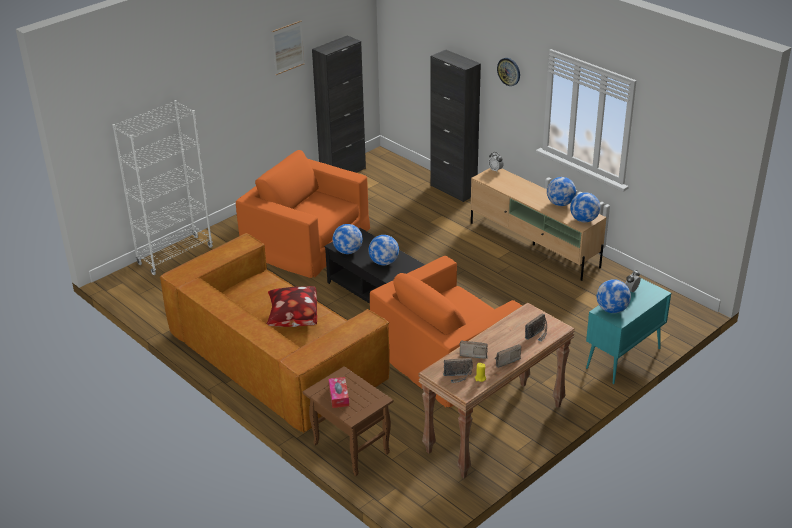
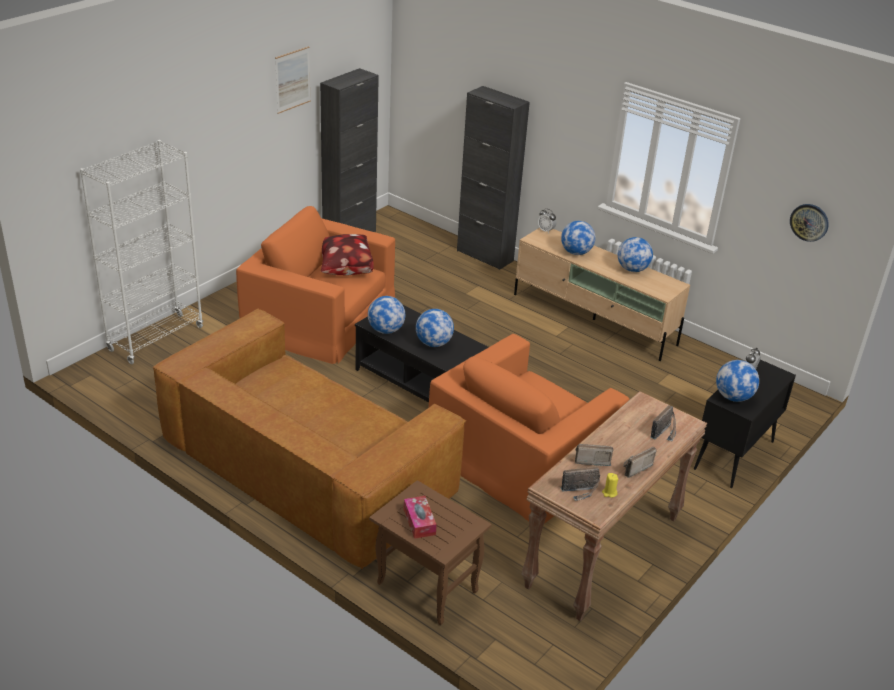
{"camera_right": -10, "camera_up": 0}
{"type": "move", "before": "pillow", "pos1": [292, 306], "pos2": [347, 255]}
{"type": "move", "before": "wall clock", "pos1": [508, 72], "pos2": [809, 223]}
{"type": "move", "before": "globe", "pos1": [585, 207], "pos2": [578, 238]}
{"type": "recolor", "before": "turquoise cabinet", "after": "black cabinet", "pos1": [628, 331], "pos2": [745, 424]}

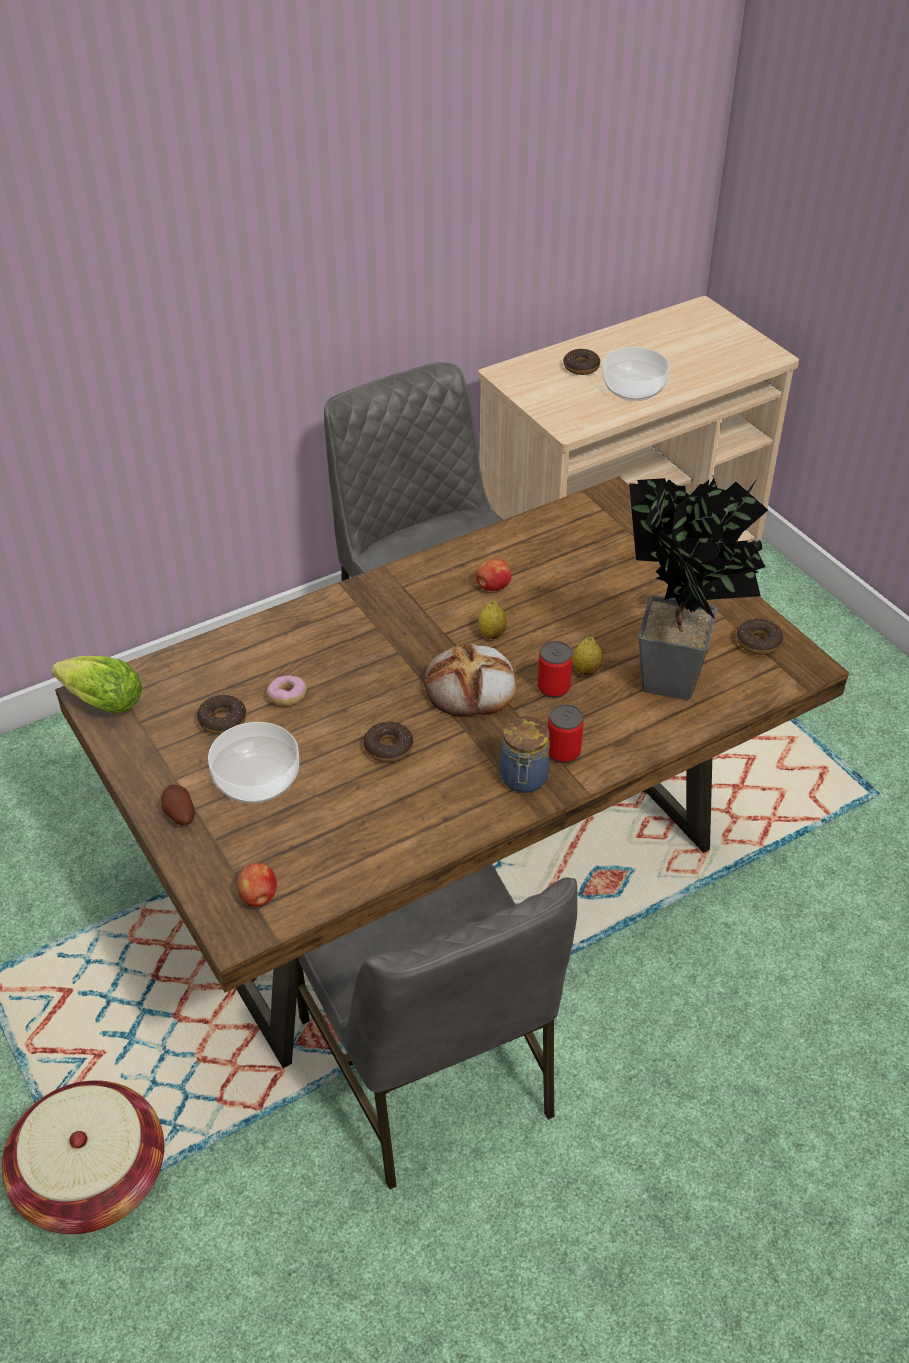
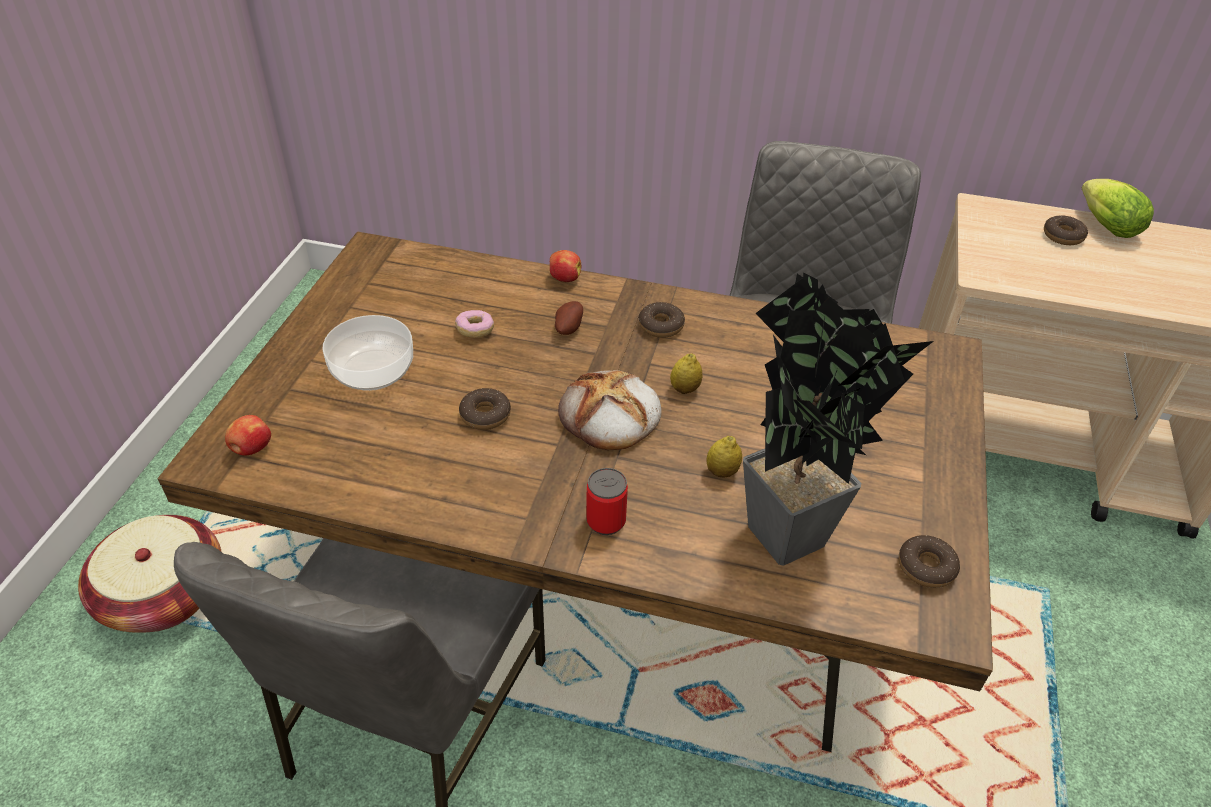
{"camera_right": 45, "camera_up": 0}
{"type": "delete", "before": "jar", "pos1": [525, 755]}
{"type": "delete", "before": "can", "pos1": [555, 669]}
{"type": "delete", "before": "bowl", "pos1": [636, 374]}
{"type": "move", "before": "lettuce", "pos1": [97, 684], "pos2": [1118, 208]}
{"type": "move", "before": "potato", "pos1": [178, 805], "pos2": [569, 318]}
{"type": "move", "before": "donut", "pos1": [221, 715], "pos2": [661, 320]}
{"type": "move", "before": "apple", "pos1": [494, 575], "pos2": [565, 266]}

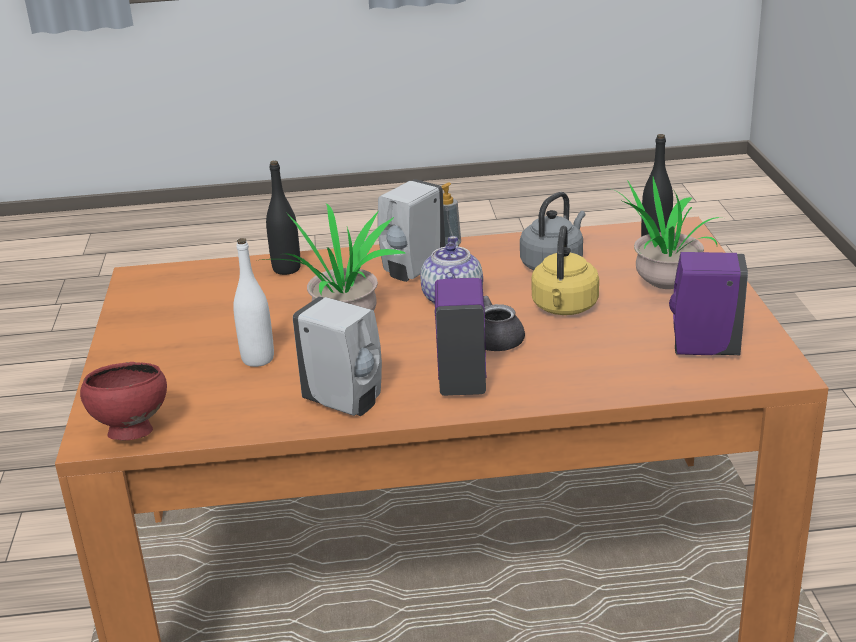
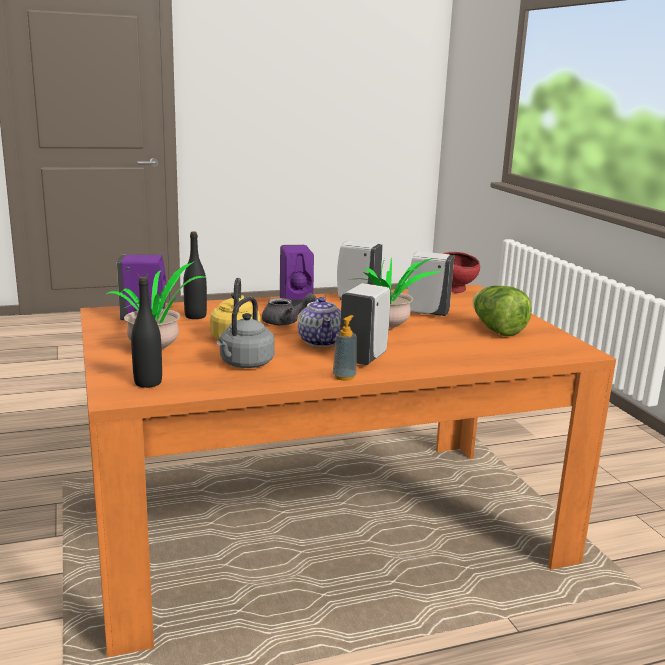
{"camera_right": 165, "camera_up": -10}
{"type": "insert", "after": "lettuce", "pos2": [502, 311]}
{"type": "move", "before": "black bottle", "pos1": [283, 217], "pos2": [195, 275]}
{"type": "replace", "before": "white bottle", "after": "white soap dispenser", "pos1": [253, 302], "pos2": [430, 283]}

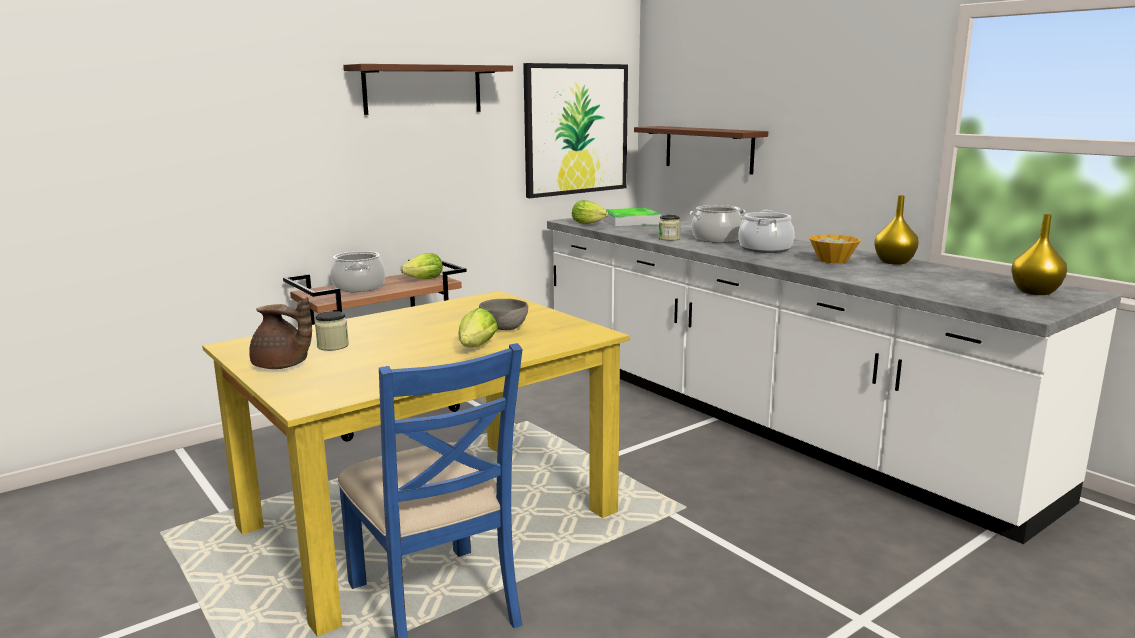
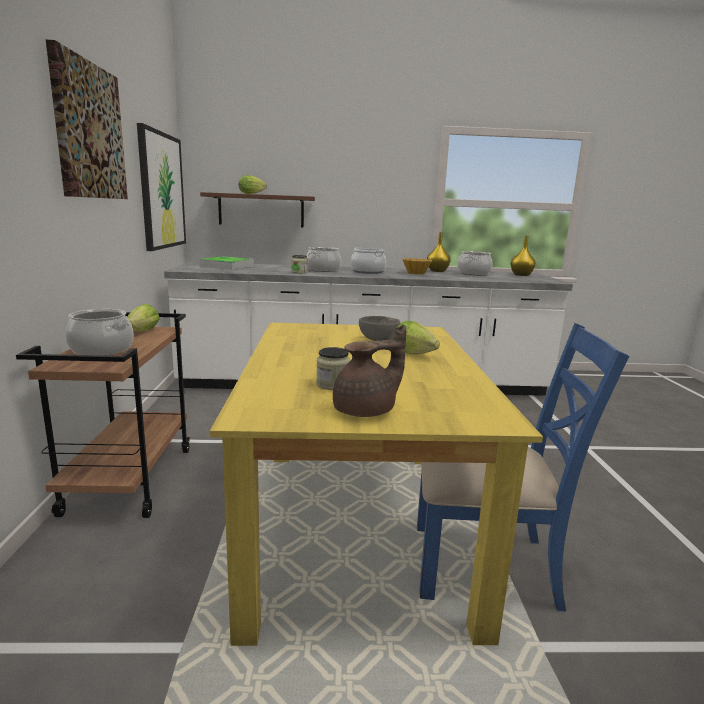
{"camera_right": -55, "camera_up": 0}
{"type": "insert", "after": "cooking pot", "pos2": [474, 263]}
{"type": "move", "before": "lettuce", "pos1": [590, 212], "pos2": [253, 184]}
{"type": "replace", "before": "brown shelf", "after": "picture", "pos1": [428, 89], "pos2": [87, 119]}

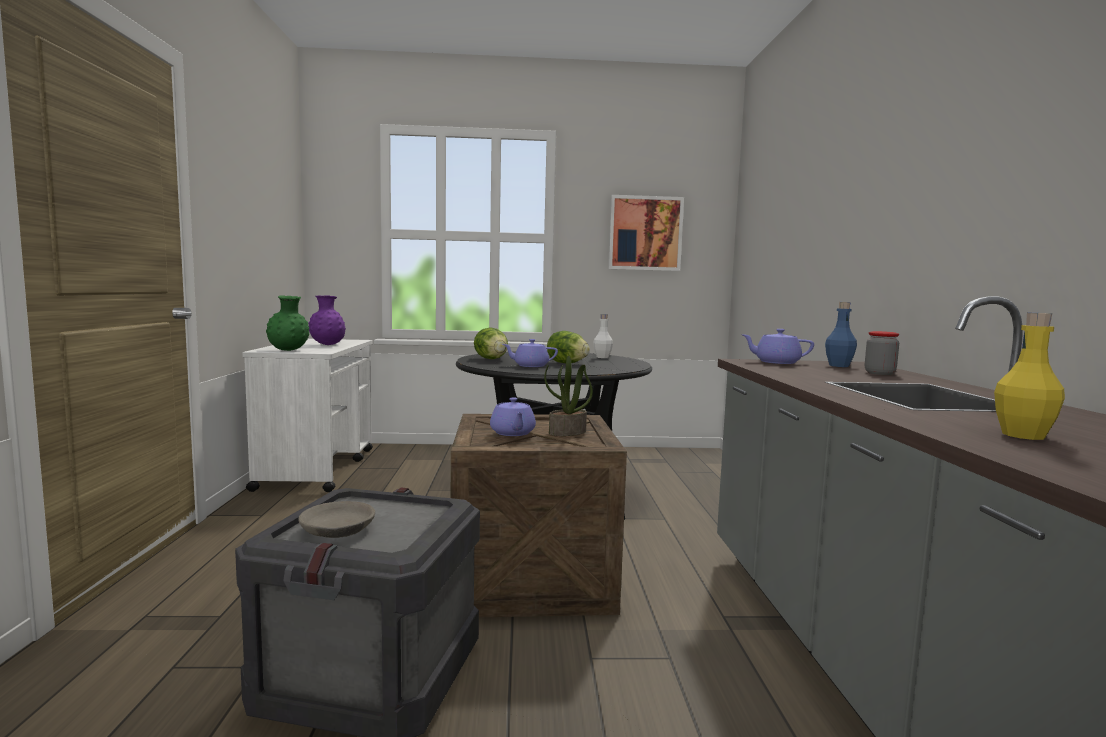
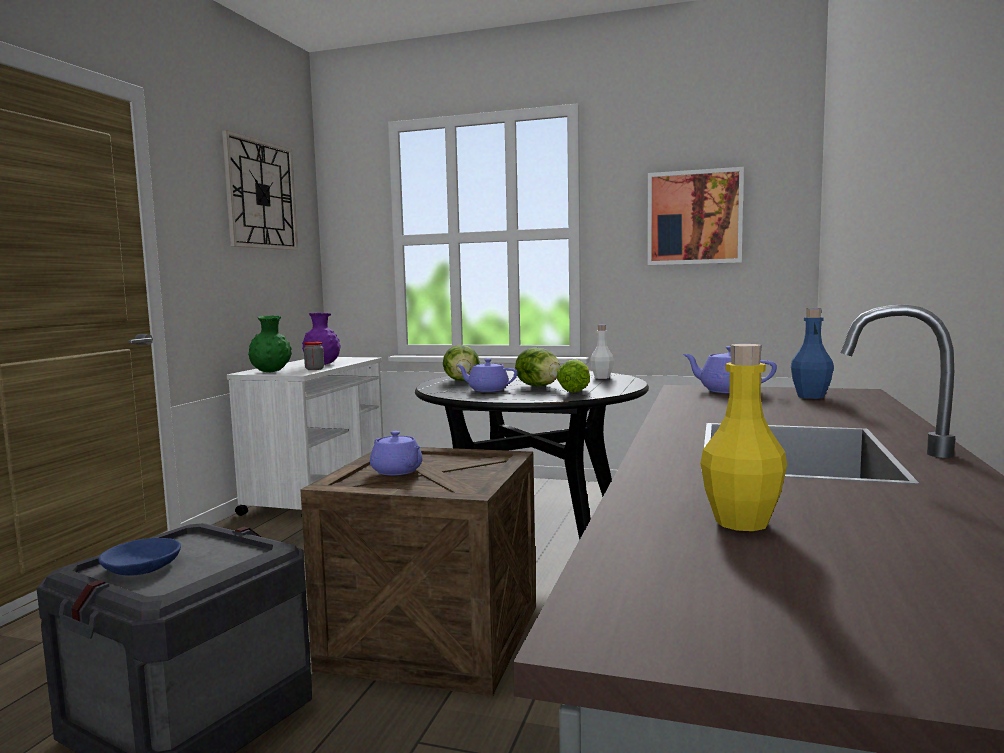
{"camera_right": 20, "camera_up": 0}
{"type": "delete", "before": "potted plant", "pos1": [568, 396]}
{"type": "insert", "after": "wall clock", "pos2": [260, 190]}
{"type": "insert", "after": "lettuce", "pos2": [573, 376]}
{"type": "move", "before": "jar", "pos1": [882, 353], "pos2": [314, 355]}
{"type": "recolor", "before": "grey bowl", "after": "blue bowl", "pos1": [336, 519], "pos2": [139, 557]}
{"type": "rotate", "before": "purple teapot", "pos1": [513, 416], "pos2": [396, 453], "turn": -45}

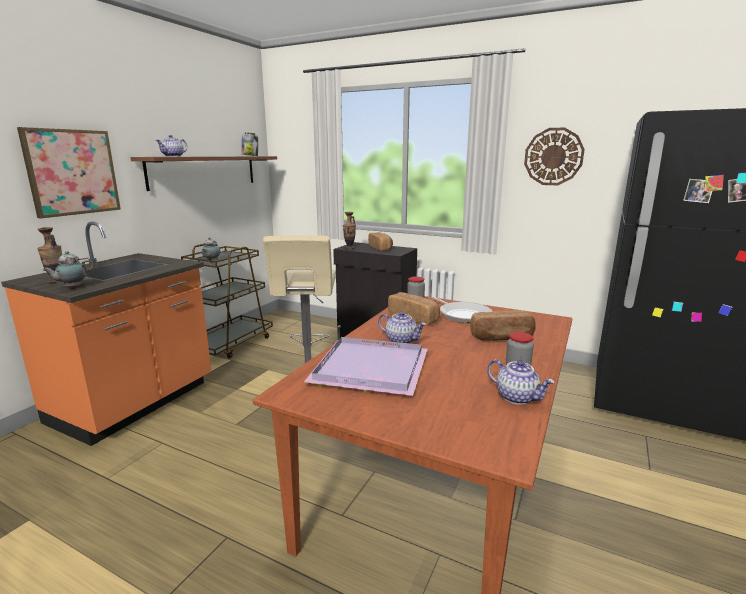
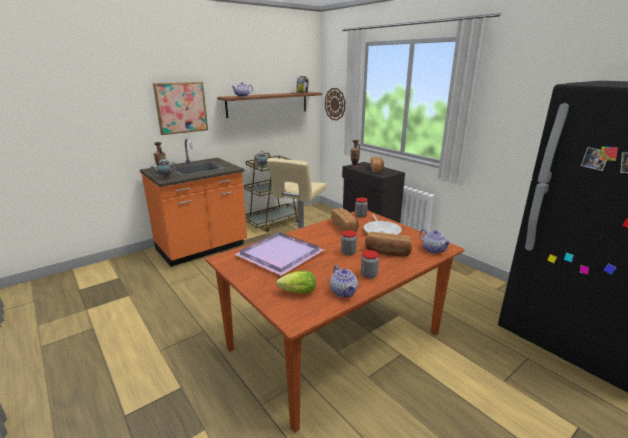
{"camera_right": 25, "camera_up": 5}
{"type": "insert", "after": "lettuce", "pos2": [296, 282]}
{"type": "insert", "after": "jar", "pos2": [349, 243]}
{"type": "move", "before": "teapot", "pos1": [402, 328], "pos2": [435, 241]}
{"type": "move", "before": "wall clock", "pos1": [554, 156], "pos2": [335, 104]}

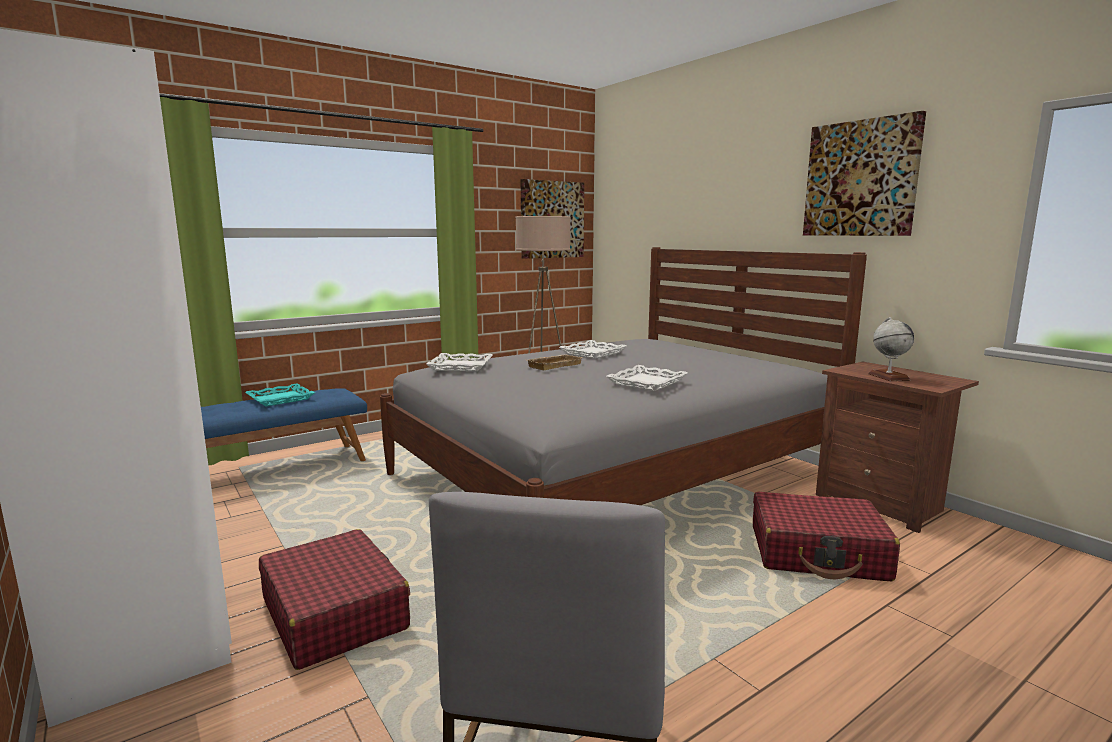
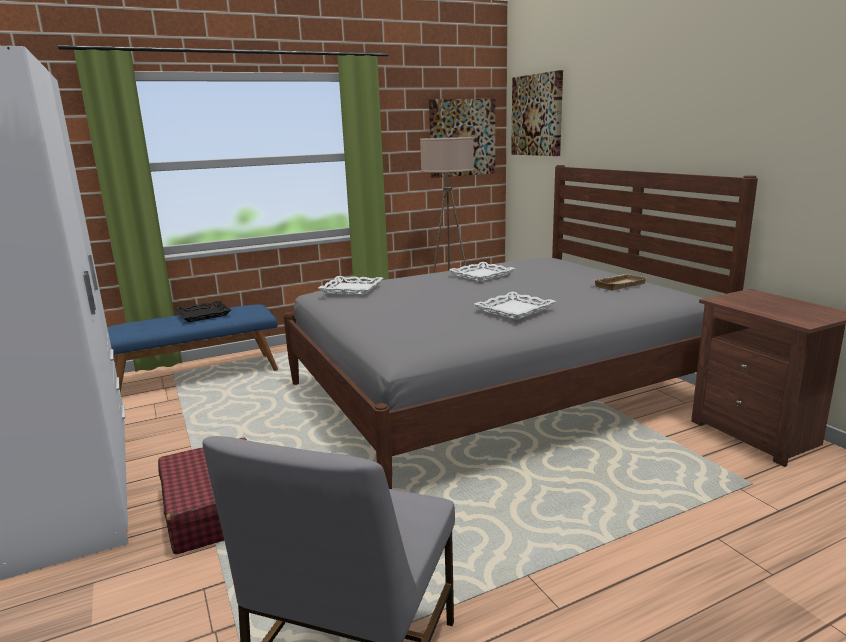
{"camera_right": 10, "camera_up": 5}
{"type": "delete", "before": "red suitcase", "pos1": [826, 536]}
{"type": "delete", "before": "globe", "pos1": [891, 349]}
{"type": "move", "before": "beige tray", "pos1": [555, 362], "pos2": [621, 282]}
{"type": "move", "before": "picture", "pos1": [864, 173], "pos2": [537, 113]}
{"type": "recolor", "before": "turquoise tray", "after": "black tray", "pos1": [280, 395], "pos2": [202, 311]}

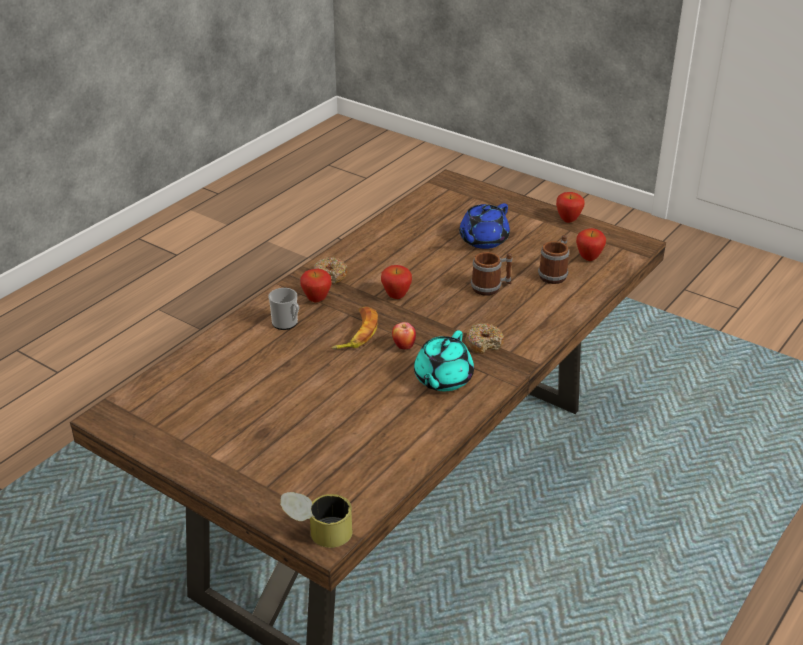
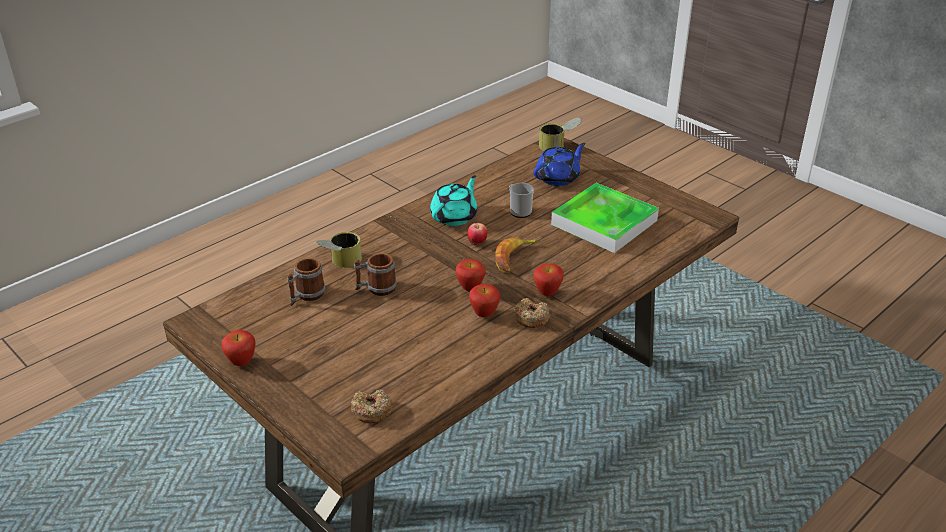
{"camera_right": -170, "camera_up": 0}
{"type": "insert", "after": "can", "pos2": [339, 250]}
{"type": "insert", "after": "tray", "pos2": [605, 218]}
{"type": "move", "before": "mug", "pos1": [283, 309], "pos2": [521, 200]}
{"type": "move", "before": "blue teapot", "pos1": [484, 226], "pos2": [559, 164]}
{"type": "move", "before": "donut", "pos1": [484, 338], "pos2": [371, 406]}
{"type": "move", "before": "apple", "pos1": [591, 244], "pos2": [484, 301]}

